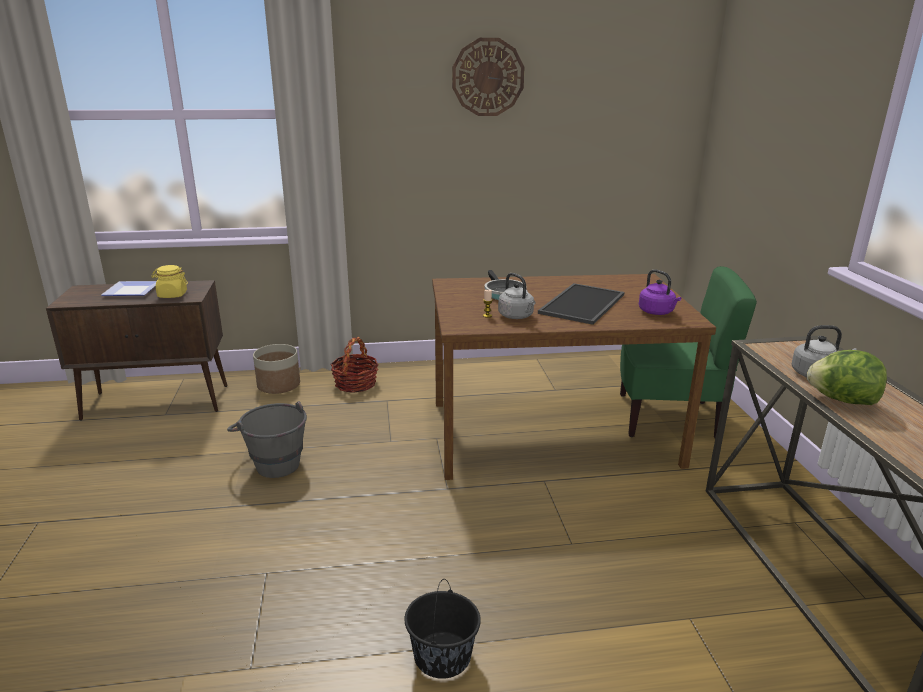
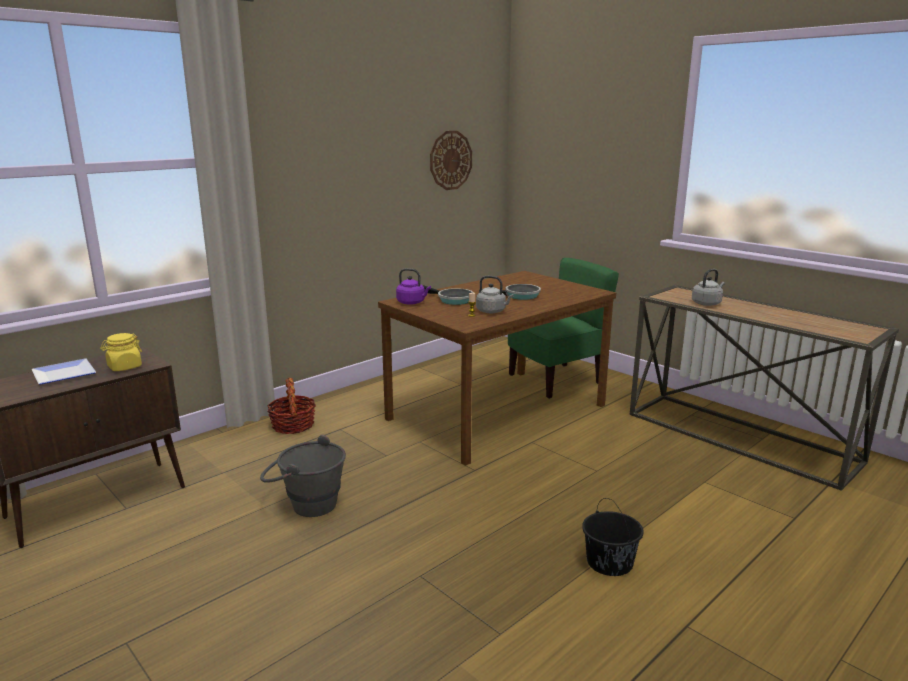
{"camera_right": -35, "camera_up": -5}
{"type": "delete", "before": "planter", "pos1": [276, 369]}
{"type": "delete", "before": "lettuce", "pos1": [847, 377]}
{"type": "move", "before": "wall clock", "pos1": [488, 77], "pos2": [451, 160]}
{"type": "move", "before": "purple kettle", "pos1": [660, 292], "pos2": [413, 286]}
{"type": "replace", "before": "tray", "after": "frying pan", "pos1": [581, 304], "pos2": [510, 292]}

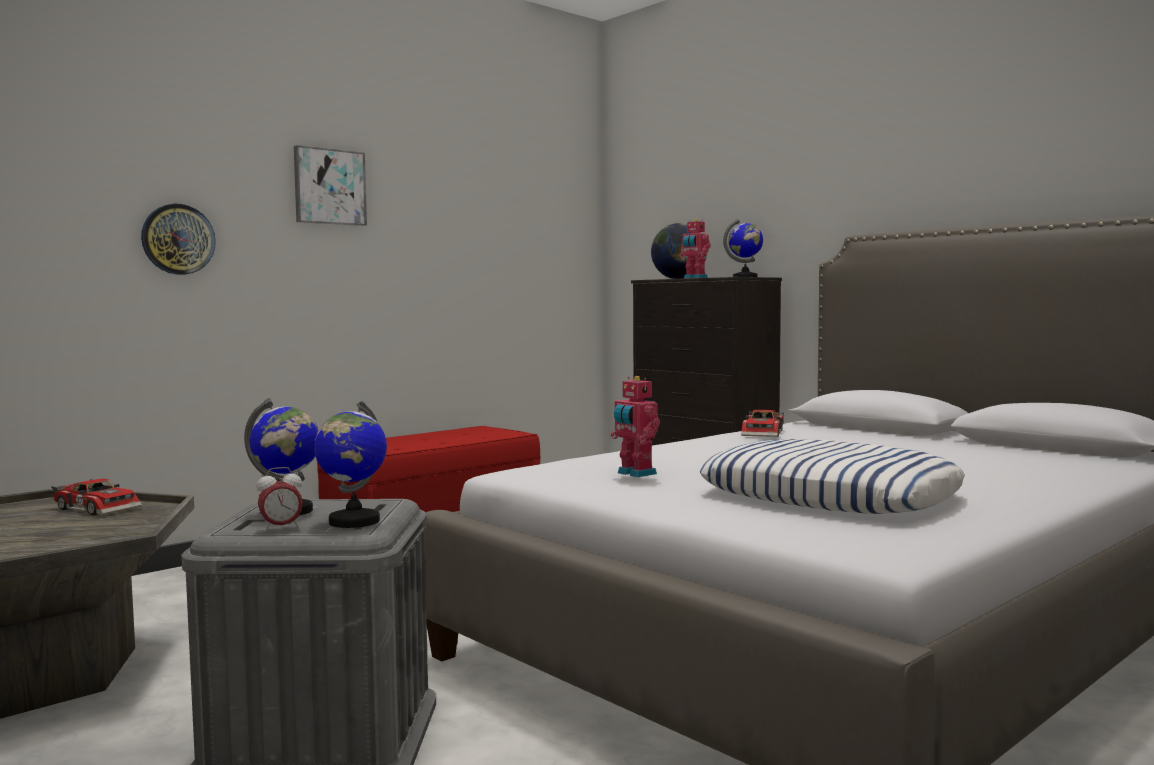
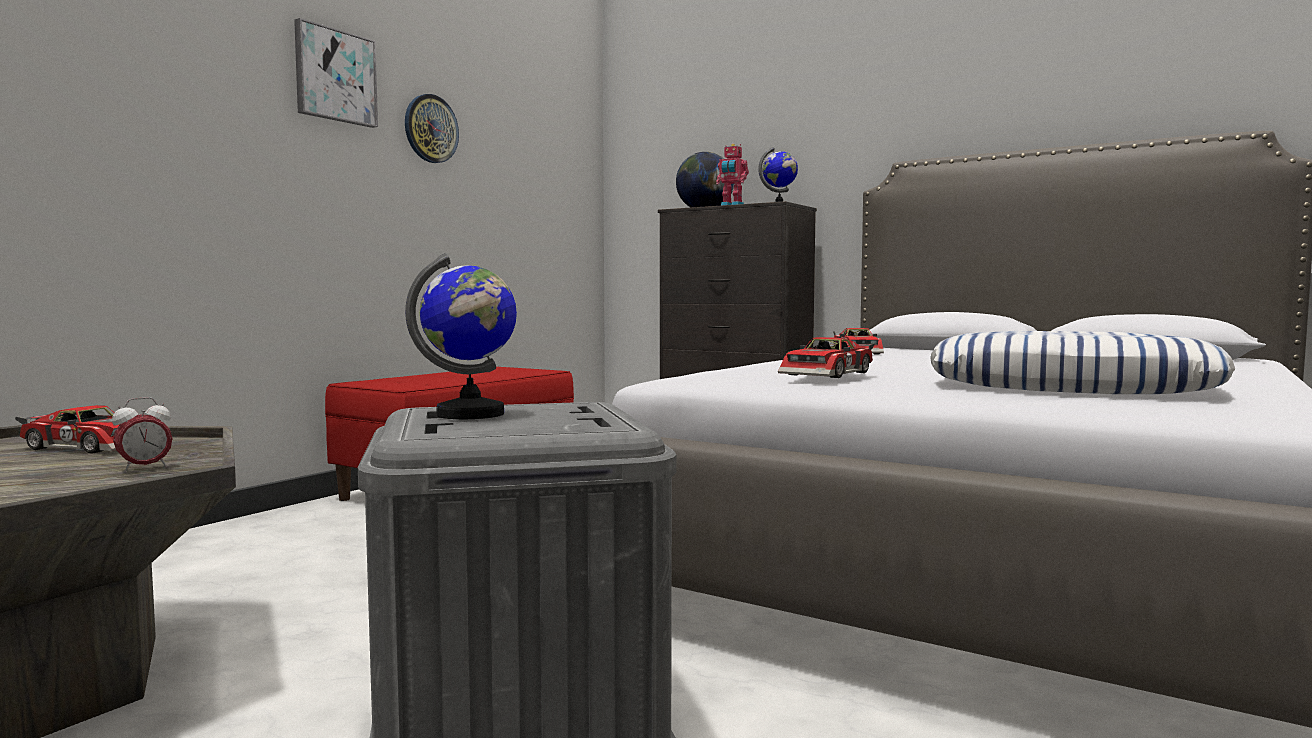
{"camera_right": -15, "camera_up": 0}
{"type": "delete", "before": "globe", "pos1": [350, 464]}
{"type": "move", "before": "wall clock", "pos1": [178, 239], "pos2": [432, 128]}
{"type": "move", "before": "alarm clock", "pos1": [280, 499], "pos2": [142, 435]}
{"type": "replace", "before": "toy robot", "after": "toy car", "pos1": [635, 426], "pos2": [826, 357]}

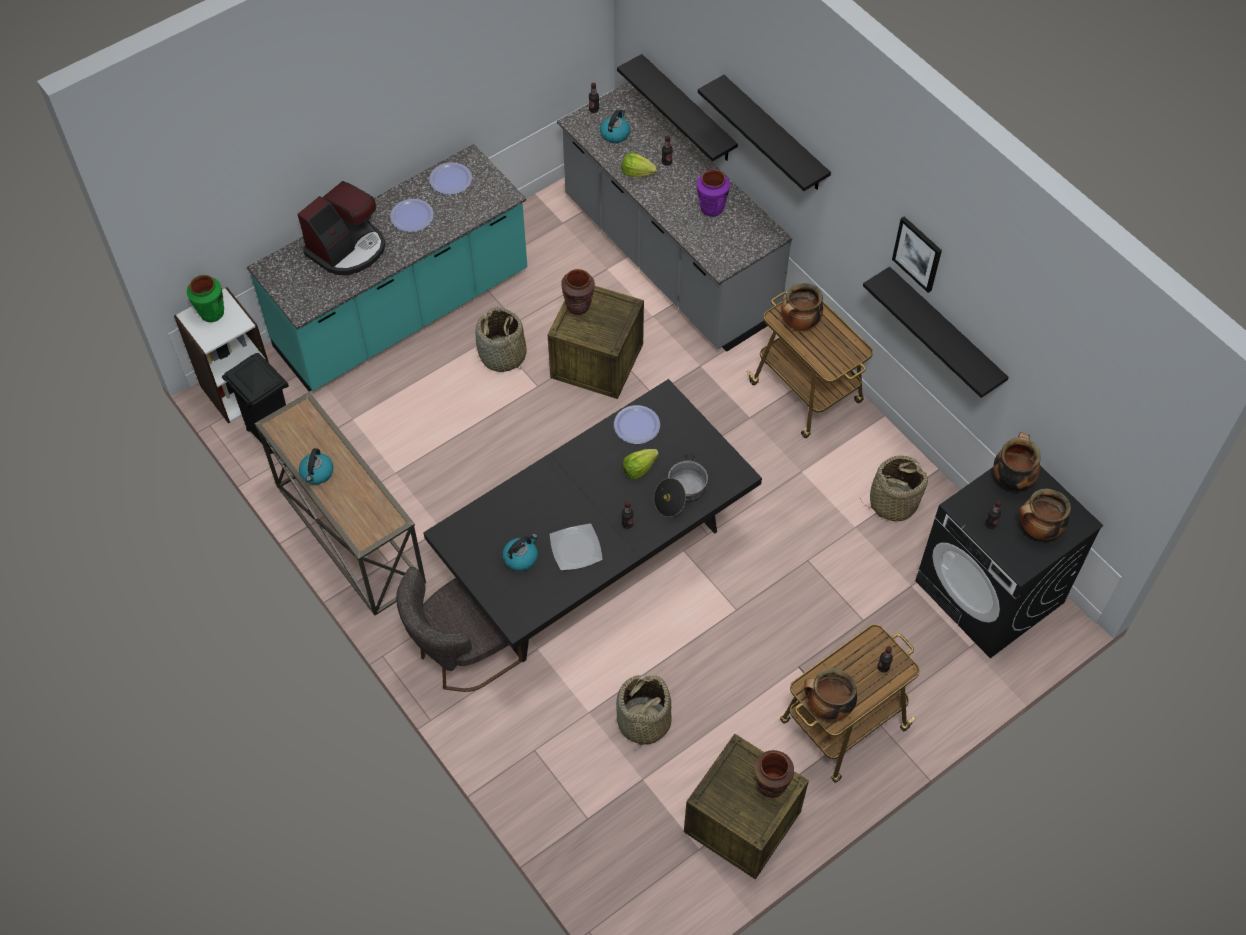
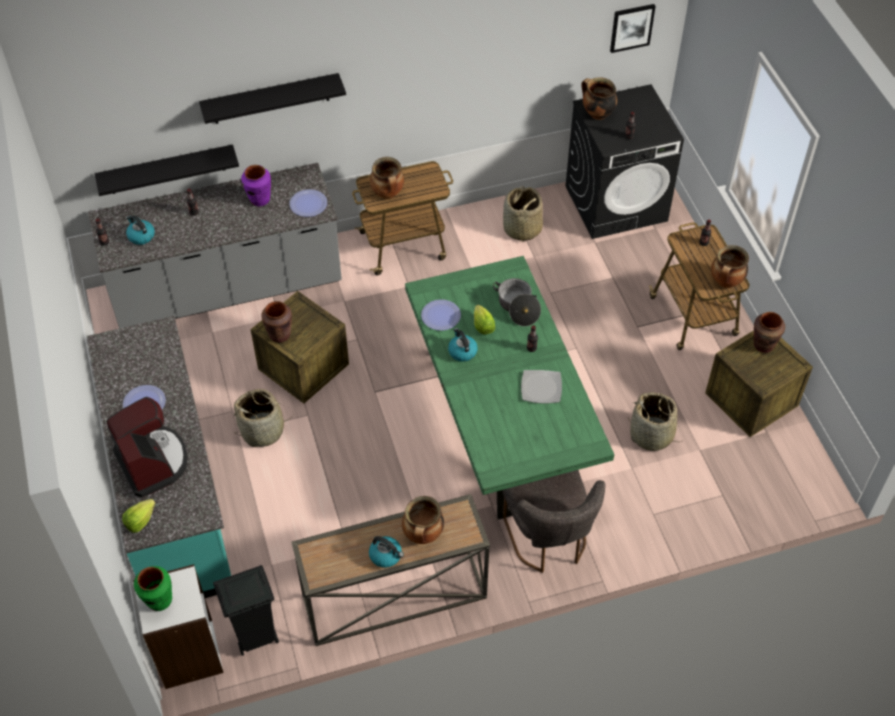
{"camera_right": -70, "camera_up": -5}
{"type": "delete", "before": "black shelf", "pos1": [936, 332]}
{"type": "move", "before": "plate", "pos1": [450, 178], "pos2": [308, 203]}
{"type": "move", "before": "kettle", "pos1": [520, 552], "pos2": [463, 345]}
{"type": "move", "before": "lettuce", "pos1": [639, 165], "pos2": [139, 516]}
{"type": "move", "before": "picture", "pos1": [917, 254], "pos2": [633, 28]}
{"type": "move", "before": "cooking pot", "pos1": [1045, 514], "pos2": [423, 520]}
{"type": "recolor", "before": "black dining table", "after": "green dining table", "pos1": [592, 520], "pos2": [510, 388]}

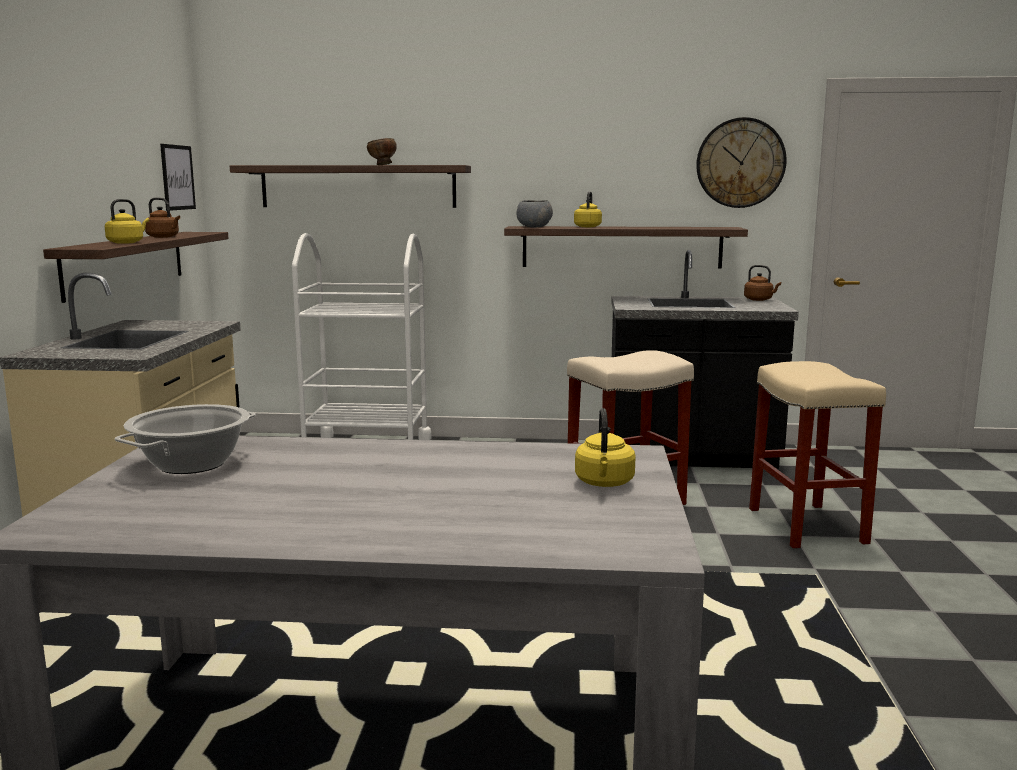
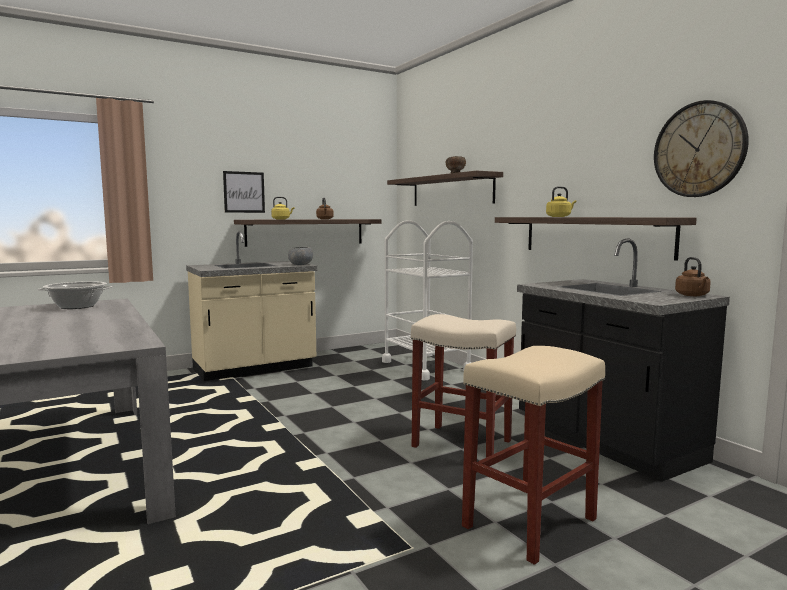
{"camera_right": 55, "camera_up": -5}
{"type": "delete", "before": "yellow kettle", "pos1": [605, 447]}
{"type": "move", "before": "picture", "pos1": [178, 177], "pos2": [244, 192]}
{"type": "move", "before": "grey bowl", "pos1": [534, 213], "pos2": [300, 256]}

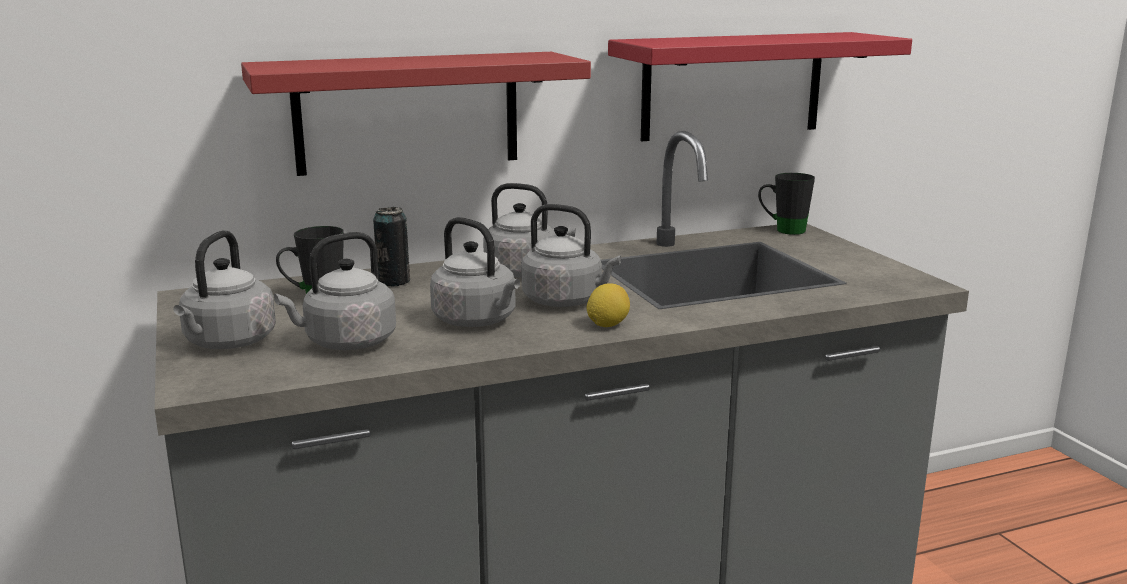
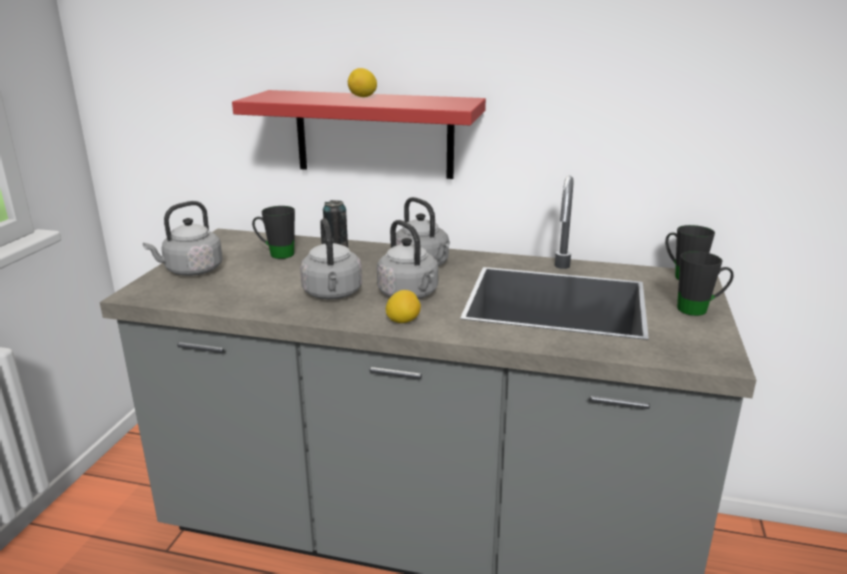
{"camera_right": 35, "camera_up": 5}
{"type": "delete", "before": "grey kettle", "pos1": [335, 291]}
{"type": "delete", "before": "red shelf", "pos1": [760, 86]}
{"type": "insert", "after": "lemon", "pos2": [362, 82]}
{"type": "insert", "after": "black mug", "pos2": [705, 283]}

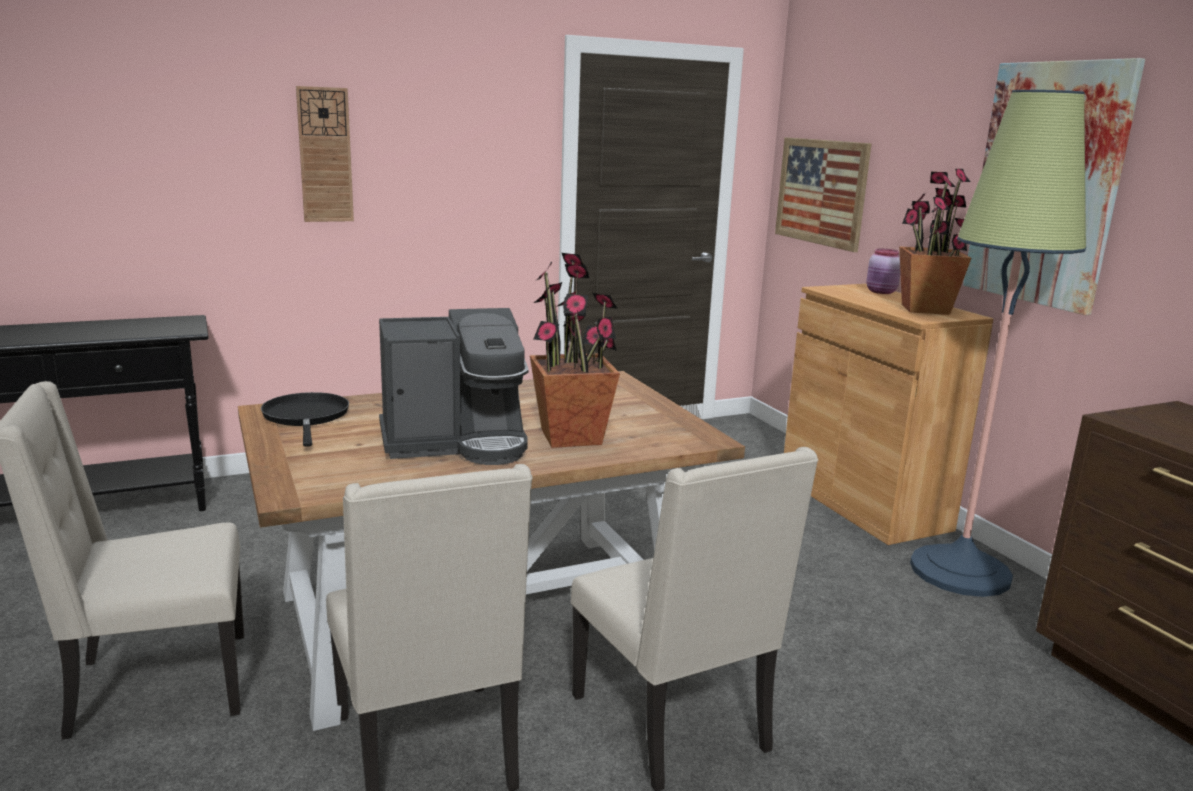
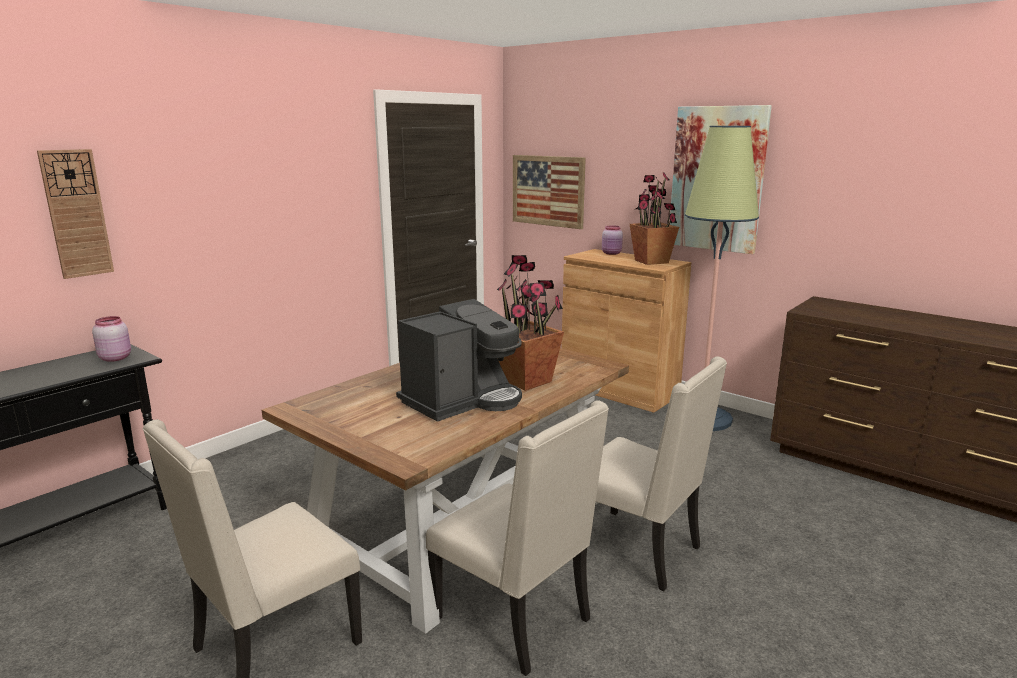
{"camera_right": -25, "camera_up": 0}
{"type": "delete", "before": "black frying pan", "pos1": [305, 419]}
{"type": "insert", "after": "pink jar", "pos2": [111, 339]}
{"type": "move", "before": "wall clock", "pos1": [325, 154], "pos2": [75, 214]}

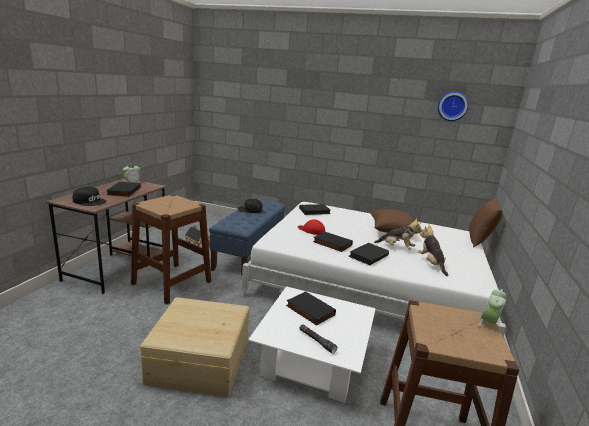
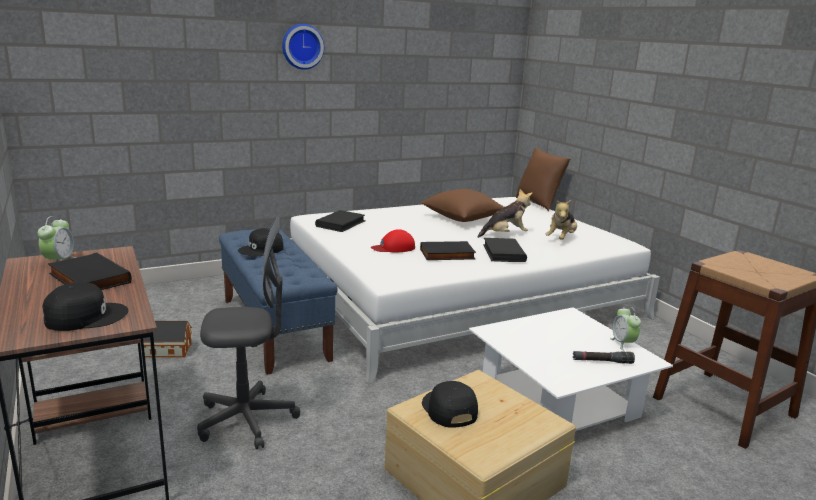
{"camera_right": -45, "camera_up": 0}
{"type": "delete", "before": "black book", "pos1": [311, 308]}
{"type": "insert", "after": "black cap", "pos2": [450, 404]}
{"type": "move", "before": "wall clock", "pos1": [453, 106], "pos2": [303, 47]}
{"type": "move", "before": "alarm clock", "pos1": [492, 308], "pos2": [625, 328]}
{"type": "replace", "before": "brown stool", "after": "grey office chair", "pos1": [171, 249], "pos2": [248, 332]}
{"type": "rotate", "before": "plush toy", "pos1": [433, 250], "pos2": [561, 220], "turn": -90}

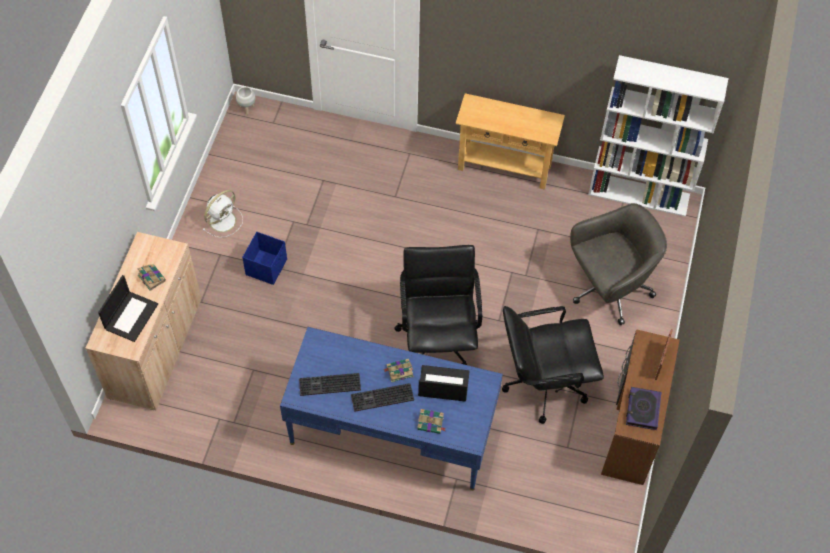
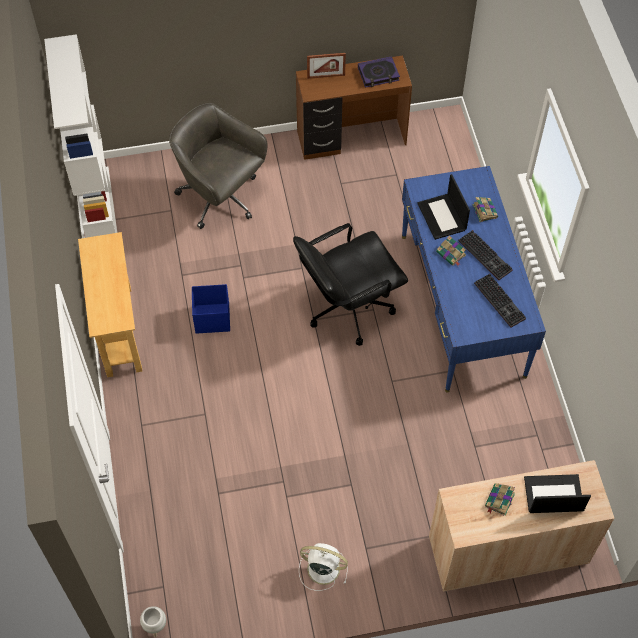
{"camera_right": -115, "camera_up": 0}
{"type": "delete", "before": "black office chair", "pos1": [553, 365]}
{"type": "move", "before": "blue storage box", "pos1": [264, 258], "pos2": [211, 309]}

